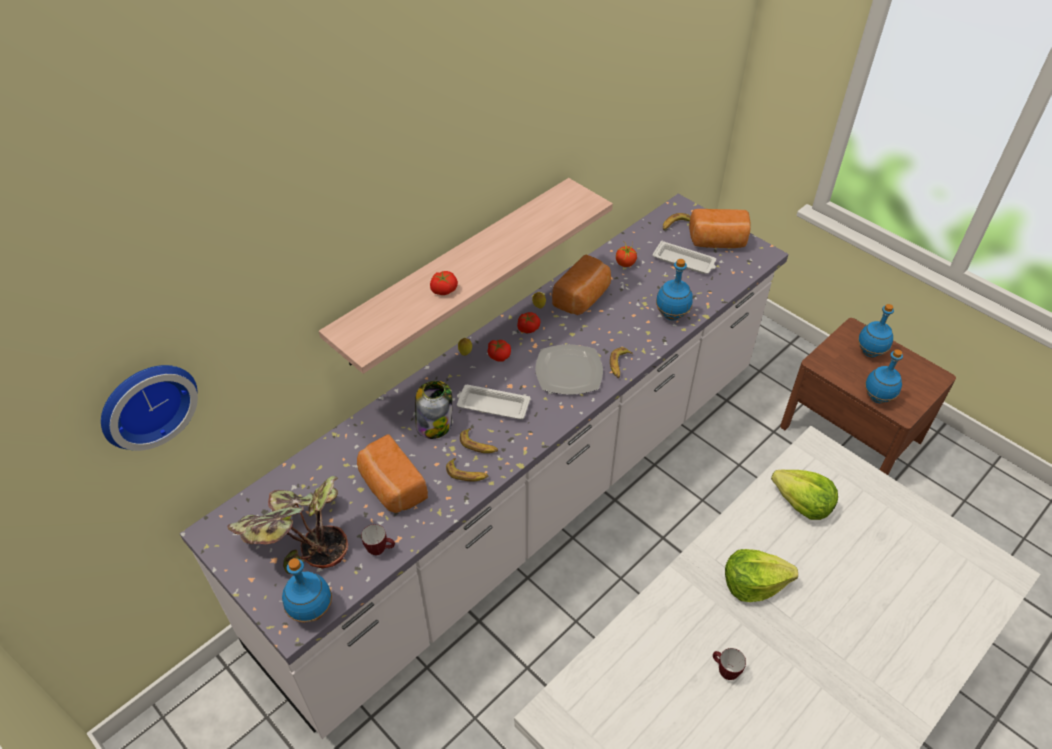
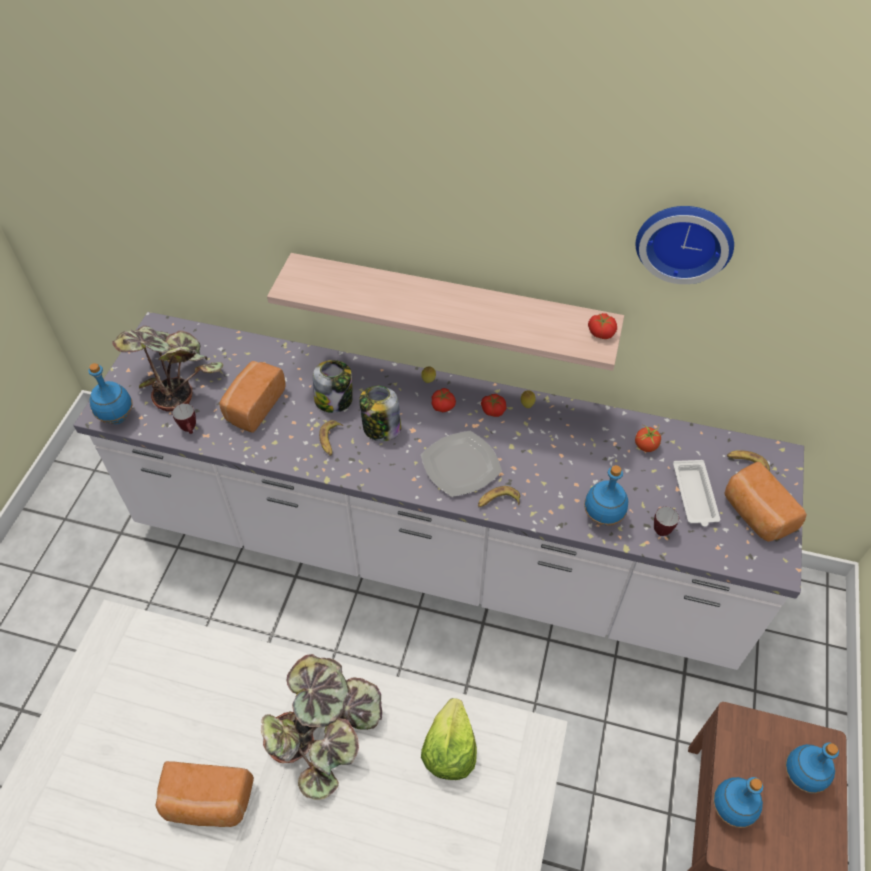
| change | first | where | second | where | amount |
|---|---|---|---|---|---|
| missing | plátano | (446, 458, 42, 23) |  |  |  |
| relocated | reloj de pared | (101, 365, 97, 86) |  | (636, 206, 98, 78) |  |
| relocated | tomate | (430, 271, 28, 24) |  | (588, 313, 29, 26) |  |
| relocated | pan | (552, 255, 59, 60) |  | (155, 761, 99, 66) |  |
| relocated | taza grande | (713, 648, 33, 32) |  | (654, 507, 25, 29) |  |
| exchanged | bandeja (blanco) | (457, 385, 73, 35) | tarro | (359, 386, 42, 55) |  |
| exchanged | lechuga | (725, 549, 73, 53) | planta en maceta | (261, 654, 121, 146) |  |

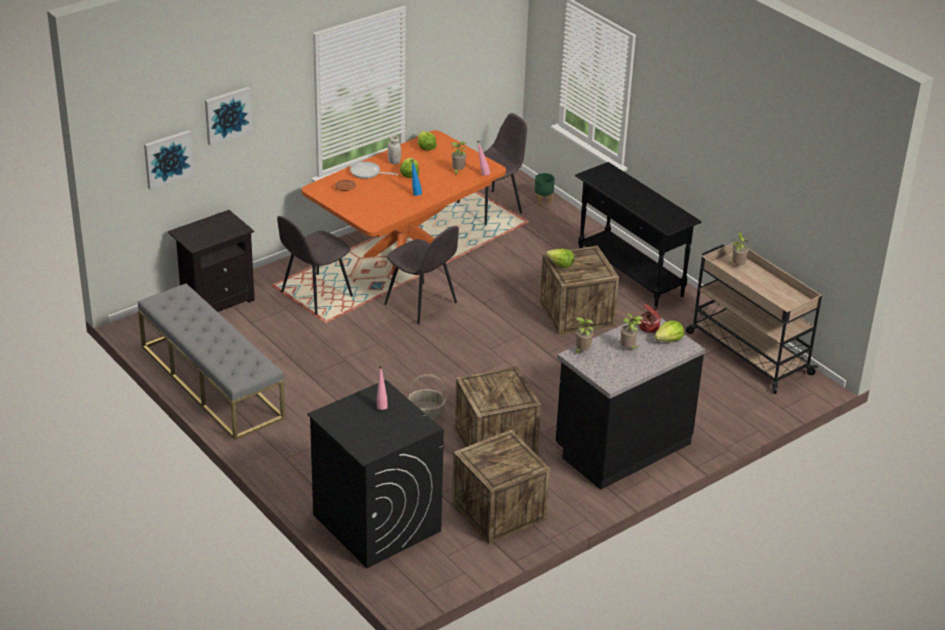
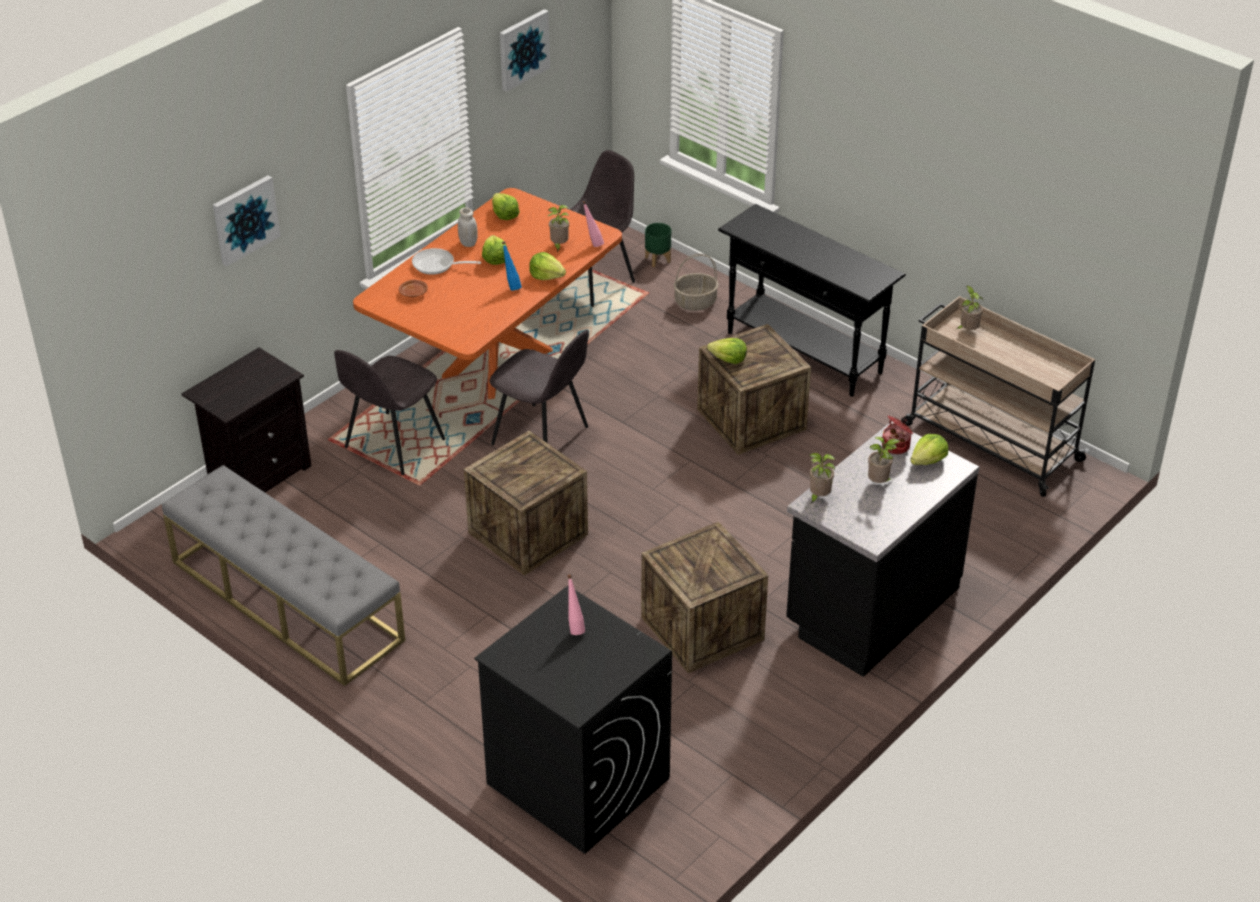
| change | first | where | second | where | amount |
|---|---|---|---|---|---|
| appeared |  |  | lechuga | (529, 252, 37, 28) |  |
| relocated | cuadro | (144, 130, 50, 60) |  | (500, 9, 50, 83) |  |
| relocated | cesta | (407, 374, 39, 47) |  | (674, 254, 45, 57) |  |
| relocated | caja de embalaje | (452, 430, 98, 114) |  | (464, 431, 124, 145) |  |

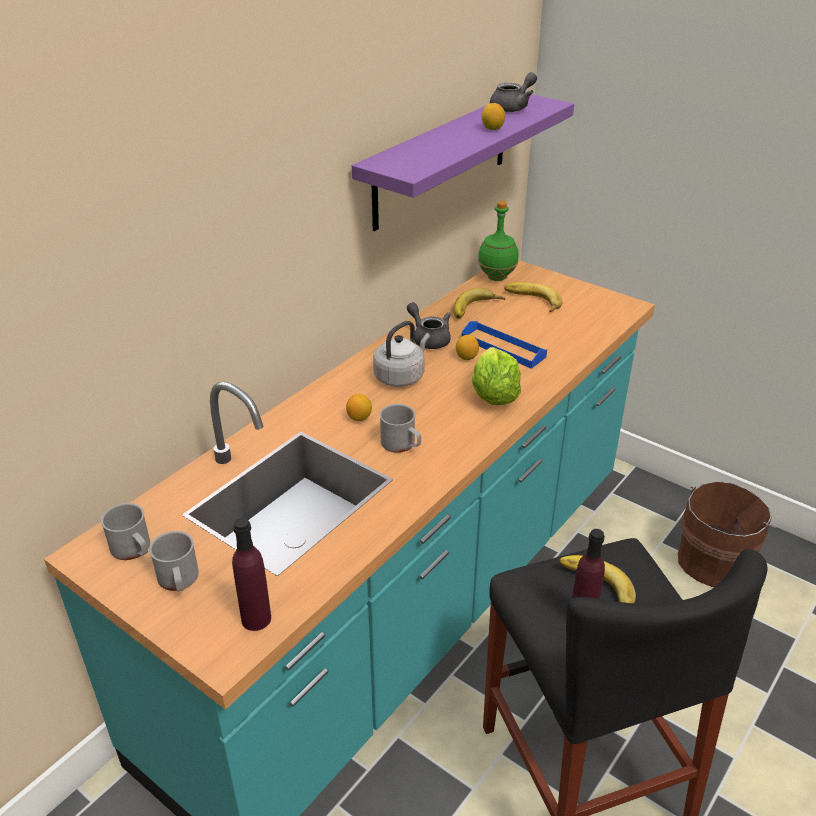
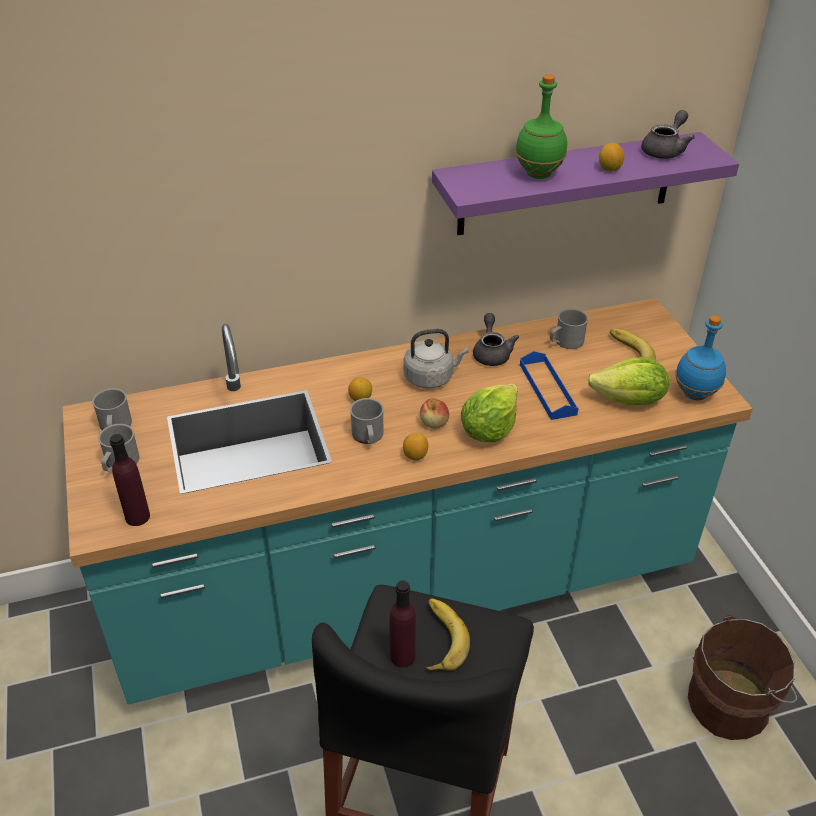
| change | first | where | second | where | amount |
|---|---|---|---|---|---|
| appeared |  |  | manzana | (420, 398, 29, 30) |  |
| appeared |  |  | lechuga | (588, 357, 81, 48) |  |
| appeared |  |  | botella (azul) | (675, 315, 51, 85) |  |
| relocated | limón | (456, 335, 23, 25) |  | (403, 433, 25, 27) |  |
| relocated | botella (verde) | (478, 201, 41, 80) |  | (515, 74, 52, 105) |  |
| exchanged | plátano | (453, 288, 52, 31) | taza grande (gris) | (550, 309, 38, 40) |  |
| spun | tetera (gris) | (490, 72, 47, 40) |  | (641, 110, 54, 49) | 45 degrees counterclockwise |

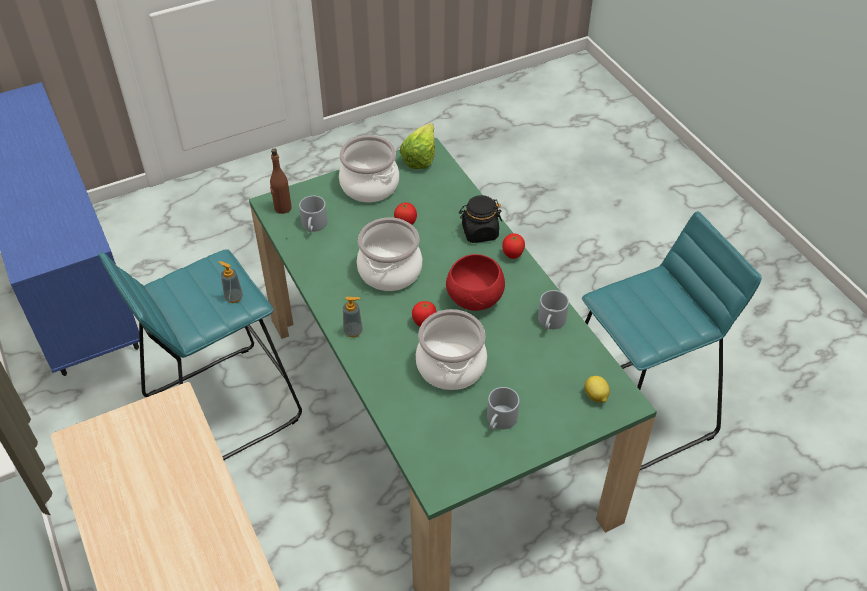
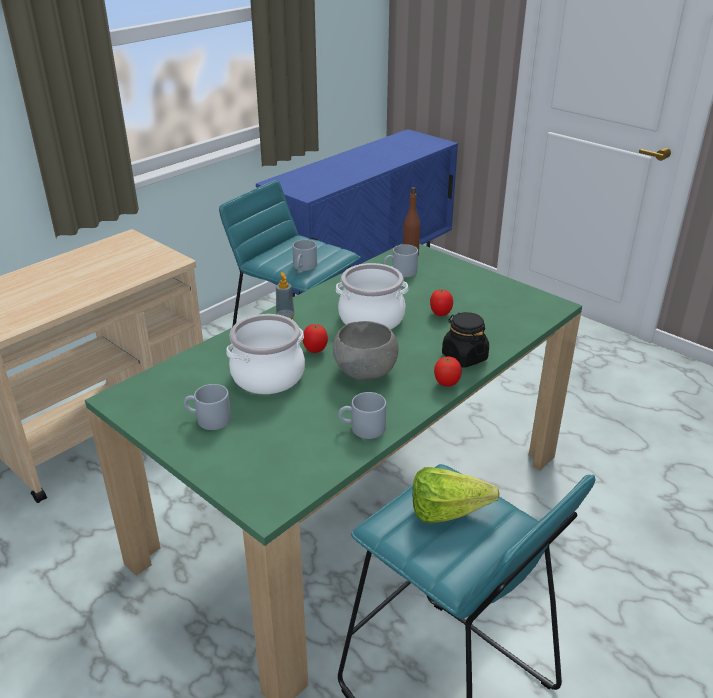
| change | first | where | second | where | amount |
|---|---|---|---|---|---|
| missing | olla | (339, 135, 60, 67) |  |  |  |
| missing | limón | (585, 376, 25, 27) |  |  |  |
| relocated | lechuga | (399, 123, 36, 46) |  | (413, 467, 87, 56) |  |
| exchanged | dispensador de jabón | (219, 261, 24, 42) | taza grande (gris) | (293, 240, 24, 31) |  |
| colour | cuenco (rojo) | (446, 254, 59, 57) | cuenco (gris) | (333, 321, 66, 59) |  |

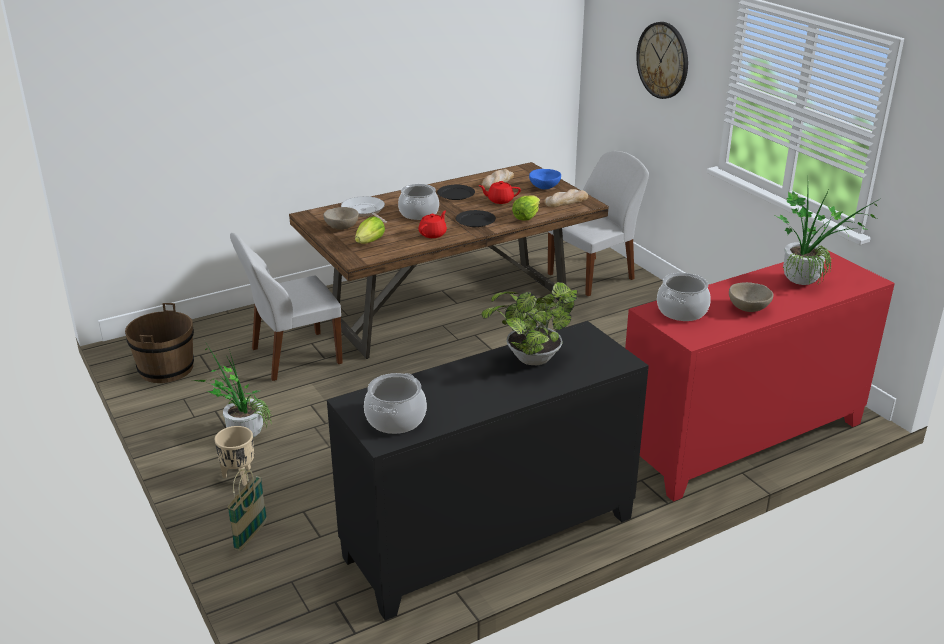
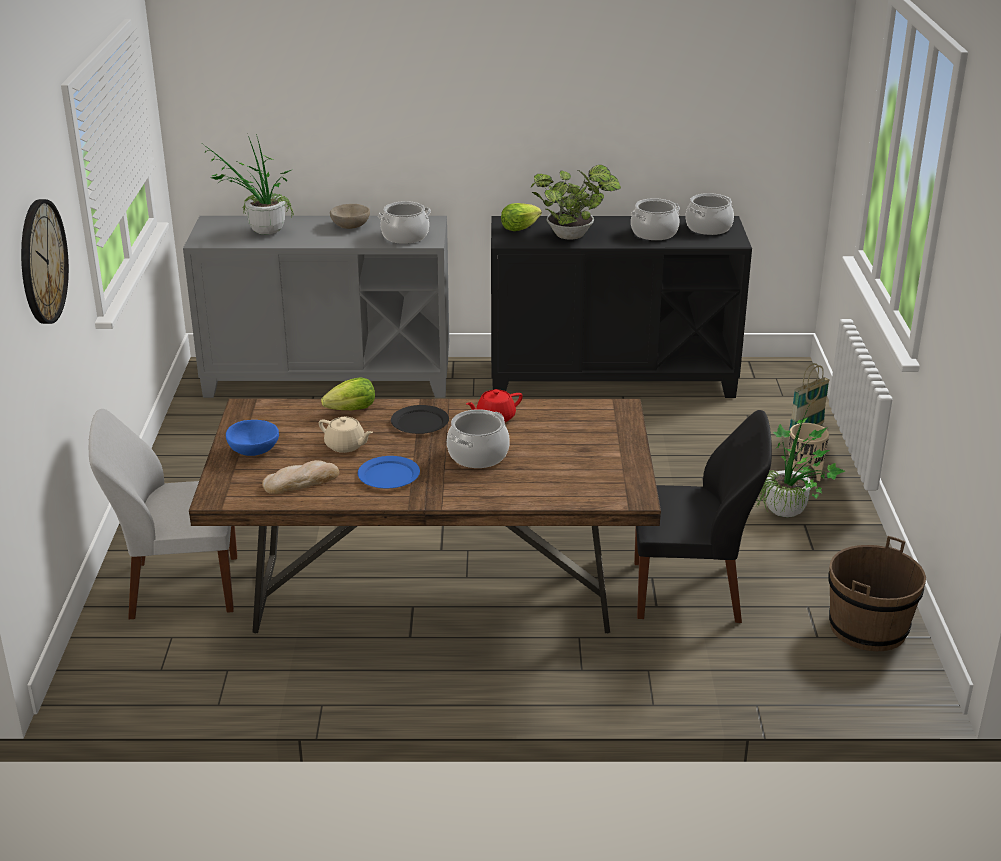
| change | first | where | second | where | amount |
|---|---|---|---|---|---|
| missing | cuenco (beis) | (323, 207, 36, 23) |  |  |  |
| missing | sartén | (341, 196, 46, 27) |  |  |  |
| missing | pan | (544, 189, 44, 18) |  |  |  |
| appeared |  |  | olla | (631, 198, 49, 42) |  |
| relocated | lechuga | (355, 216, 30, 27) |  | (501, 203, 41, 28) |  |
| colour | silla (blanco) | (230, 233, 113, 148) | silla (negro) | (634, 410, 138, 213) |  |
| colour | plato (negro) | (437, 185, 38, 15) | plato (azul) | (358, 456, 62, 32) |  |
| colour | tetera (rojo) | (478, 181, 43, 23) | tetera (beis) | (319, 417, 54, 36) |  |
| colour | armario (rojo) | (625, 251, 270, 251) | armario (gris) | (183, 216, 266, 182) |  |

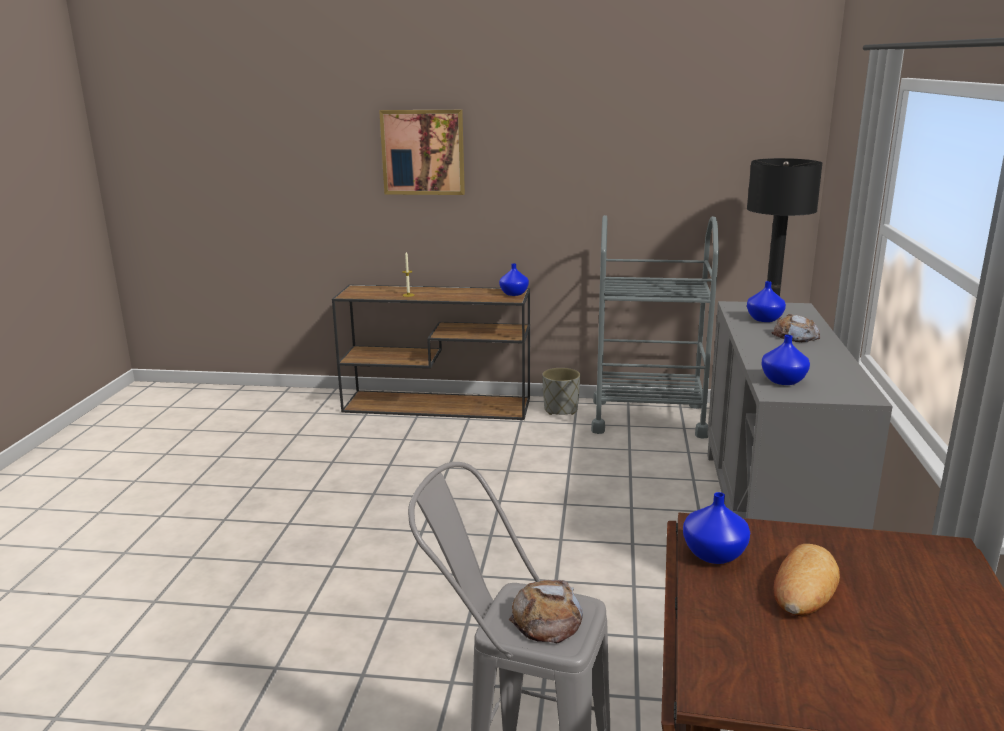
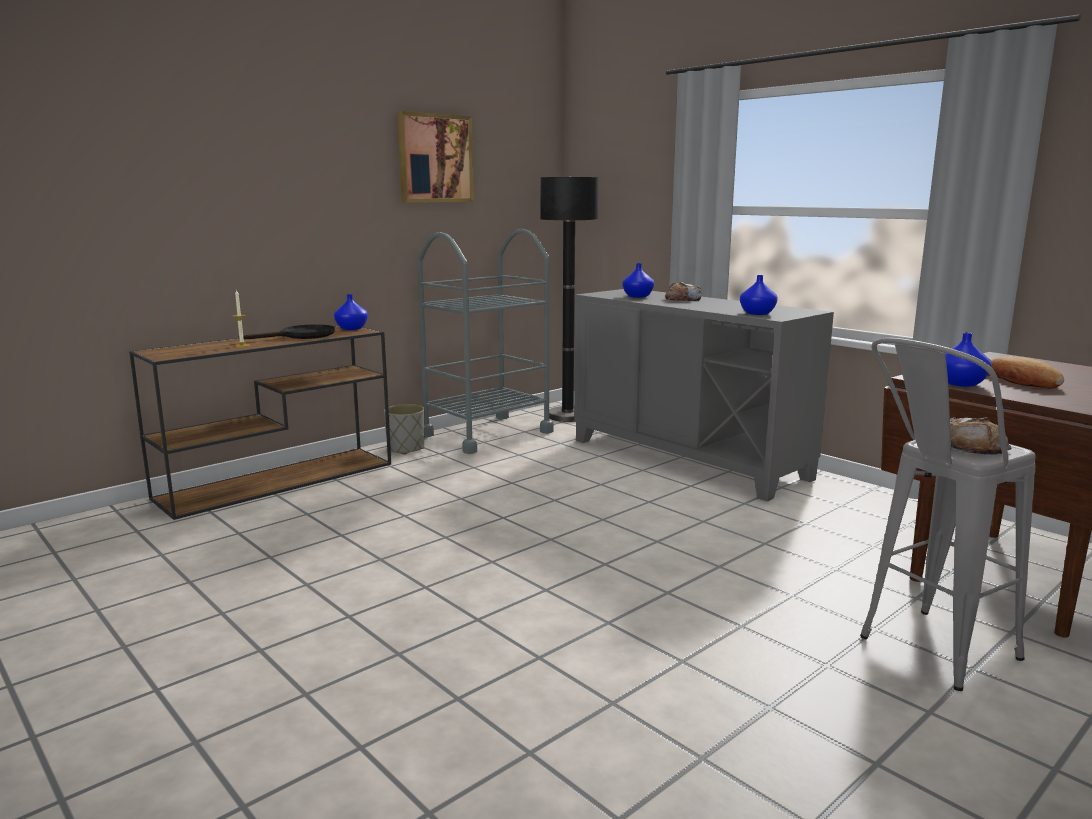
| change | first | where | second | where | amount |
|---|---|---|---|---|---|
| appeared |  |  | sartén (negro) | (238, 324, 97, 15) |  |
| relocated | cuadro | (379, 110, 86, 85) |  | (398, 111, 76, 92) |  |

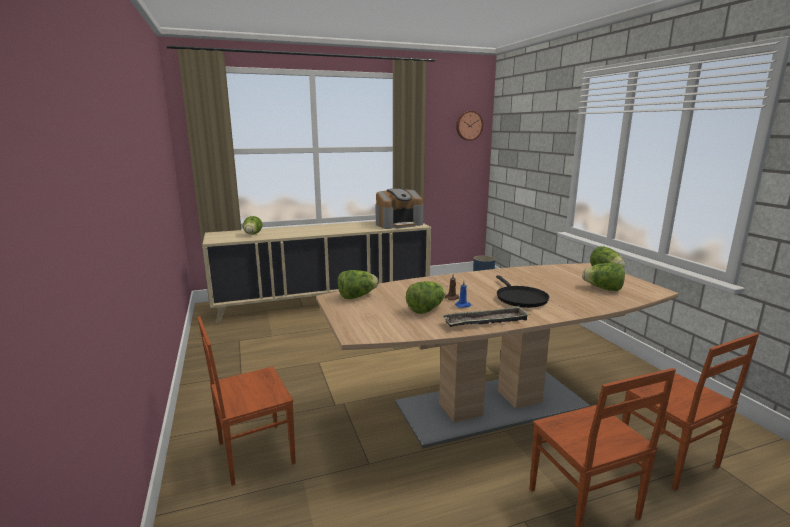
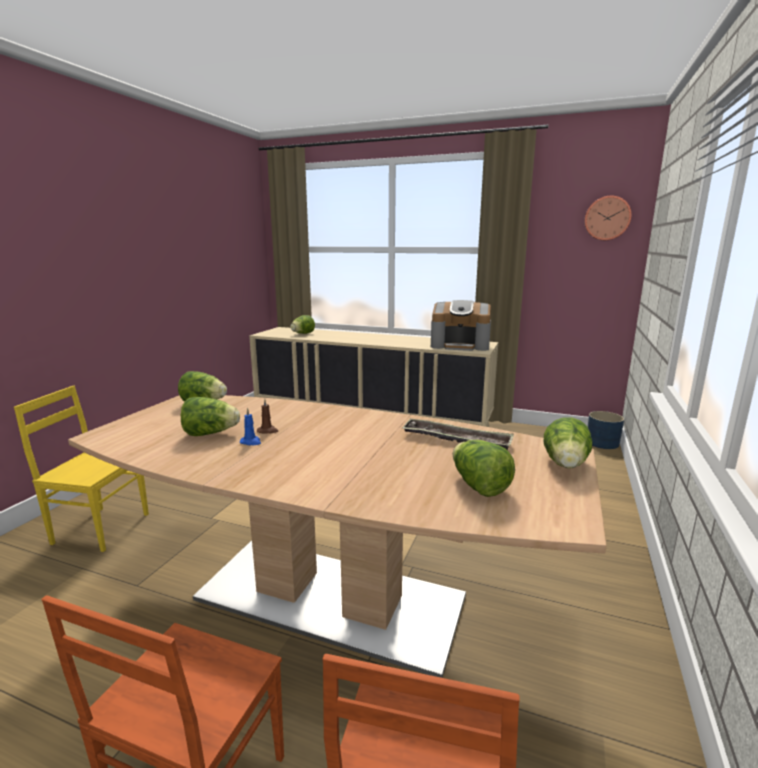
| change | first | where | second | where | amount |
|---|---|---|---|---|---|
| missing | sartén (negro) | (496, 275, 54, 33) |  |  |  |
| relocated | bandeja | (442, 306, 88, 21) |  | (402, 419, 112, 31) |  |
| colour | silla (marrón) | (197, 316, 99, 170) | silla (amarillo) | (14, 386, 135, 166) |  |

